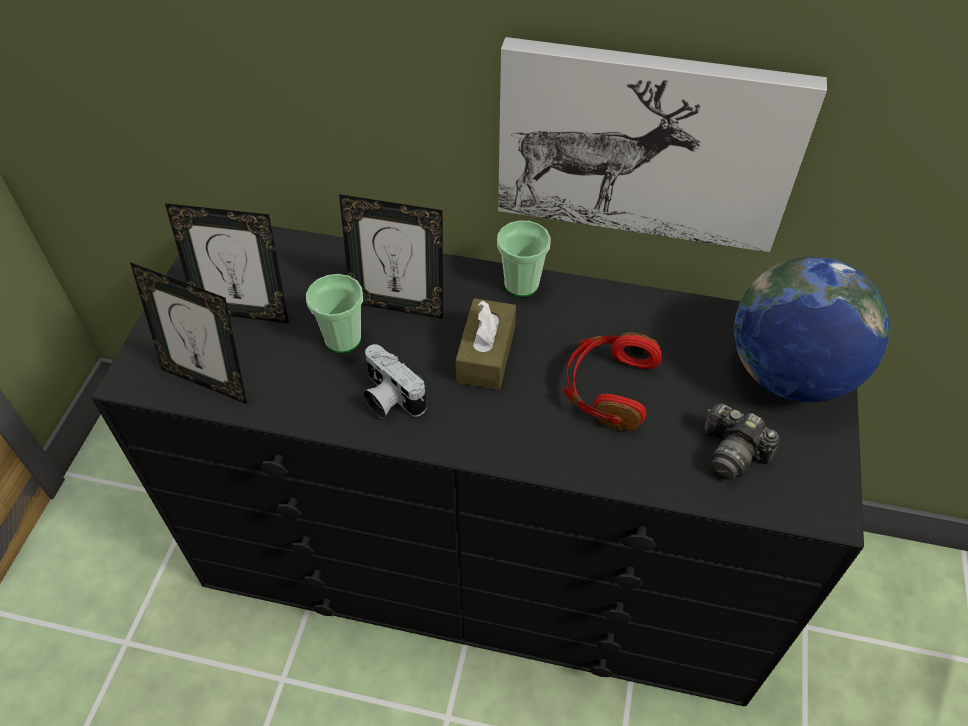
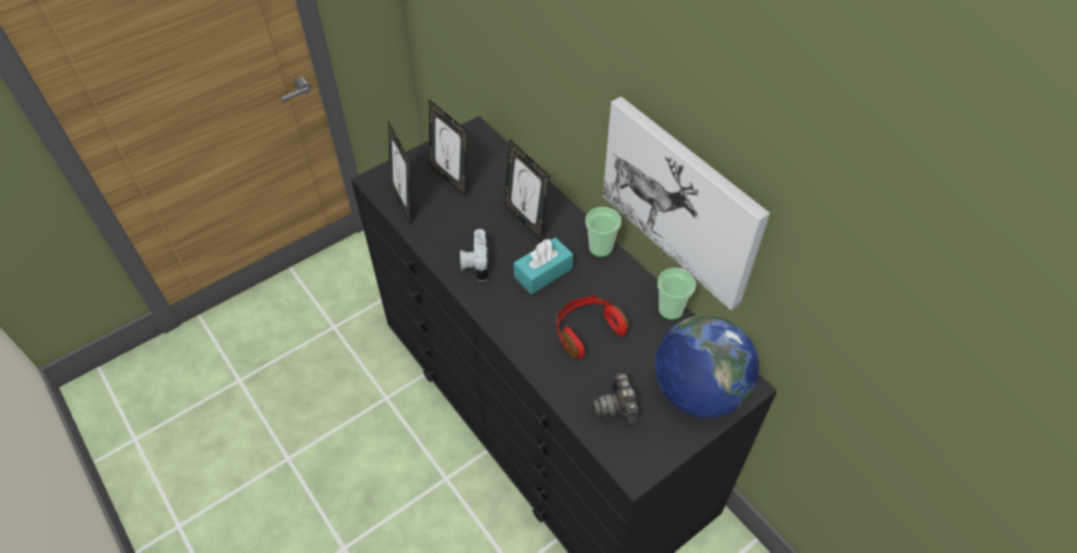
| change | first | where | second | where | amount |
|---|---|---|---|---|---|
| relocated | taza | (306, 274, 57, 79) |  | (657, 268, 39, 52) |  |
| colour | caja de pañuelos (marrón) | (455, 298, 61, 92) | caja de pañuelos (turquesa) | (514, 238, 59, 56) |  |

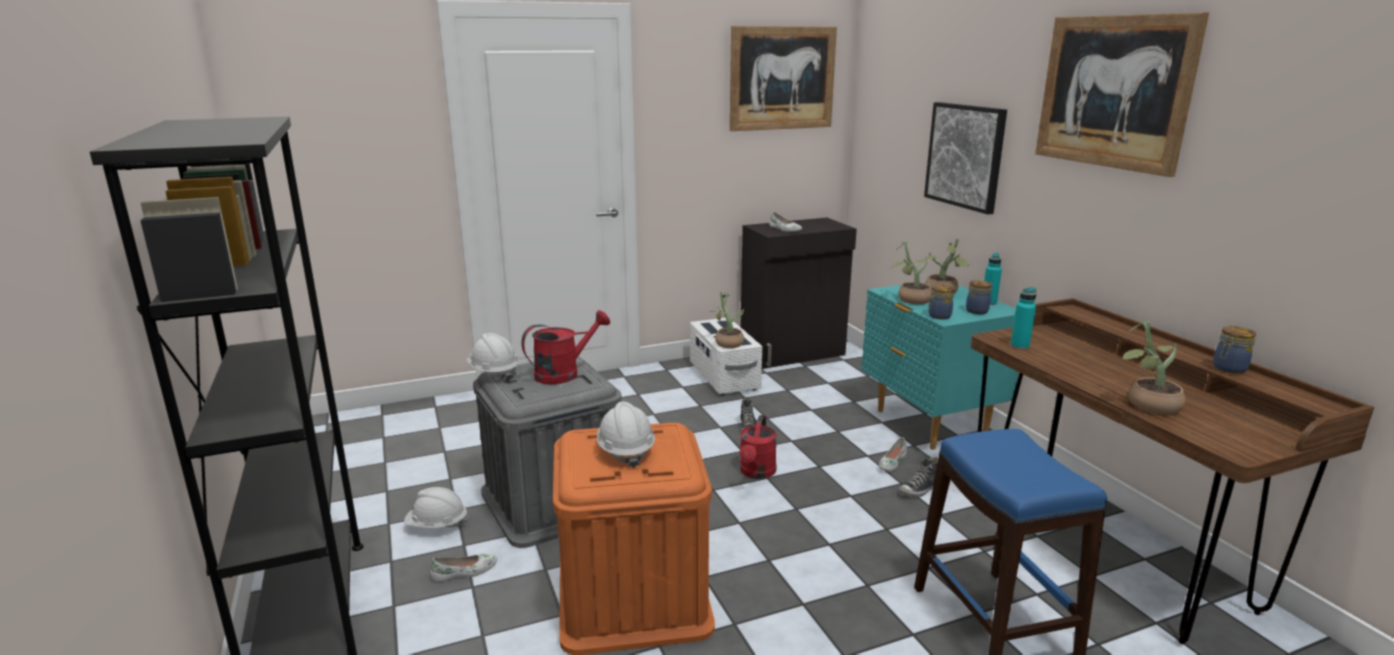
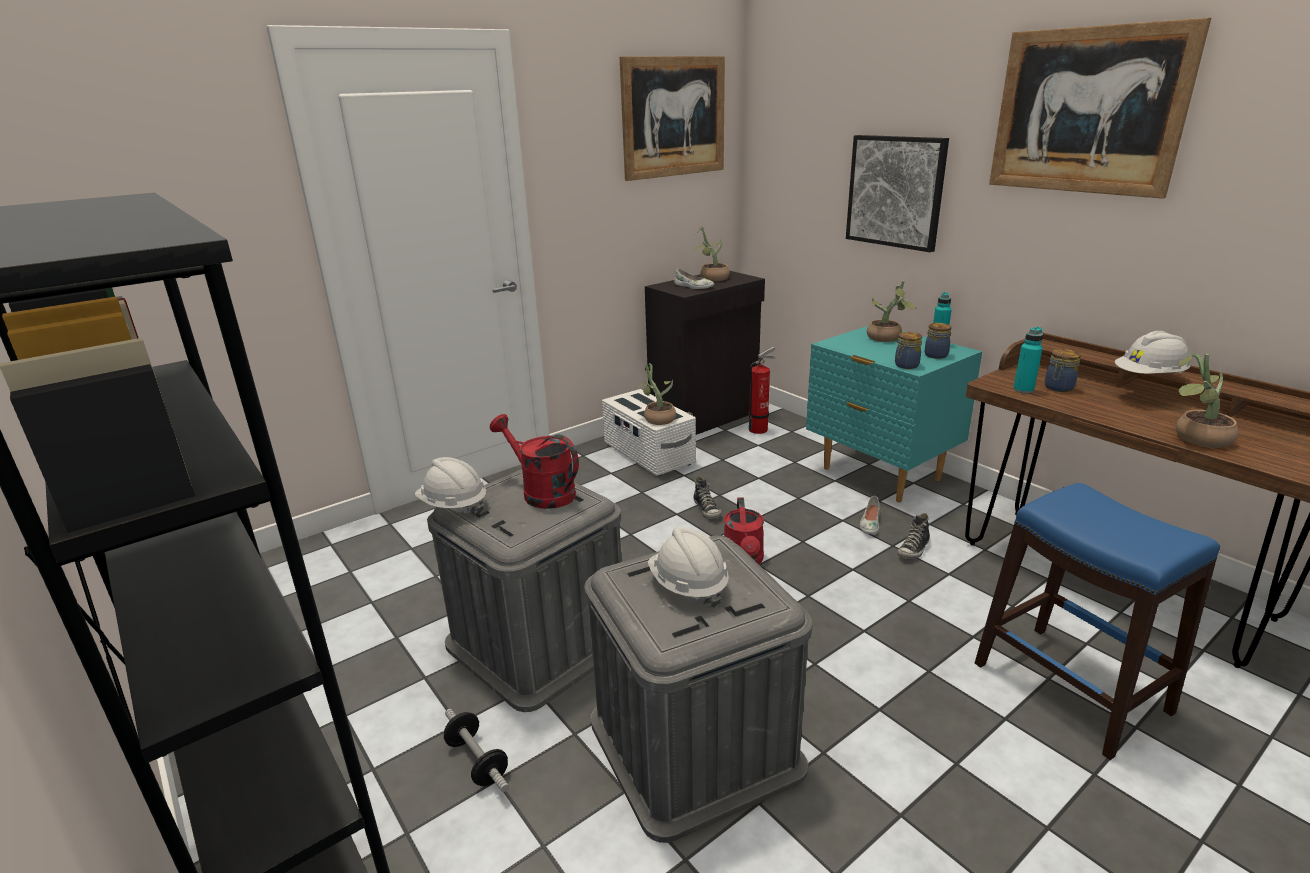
| change | first | where | second | where | amount |
|---|---|---|---|---|---|
| appeared |  |  | extintor | (749, 347, 26, 87) |  |
| relocated | casco (blanco) | (404, 487, 64, 41) |  | (1115, 331, 76, 43) |  |
| relocated | planta en maceta | (891, 242, 41, 63) |  | (693, 227, 37, 54) |  |
| relocated | tarro | (1213, 326, 43, 48) |  | (1045, 349, 36, 43) |  |
| exchanged | zapato (blanco) | (431, 554, 66, 28) | mancuerna | (444, 709, 65, 83) |  |
| colour | caja de almacenaje (naranja) | (553, 423, 162, 232) | caja de almacenaje (gris) | (584, 536, 229, 307) |  |
| spun | regadera (rojo) | (522, 310, 88, 74) |  | (490, 414, 89, 95) | 90 degrees counterclockwise |

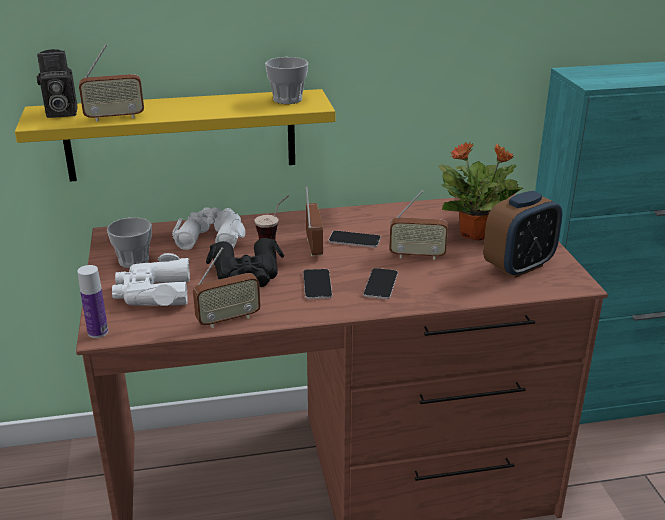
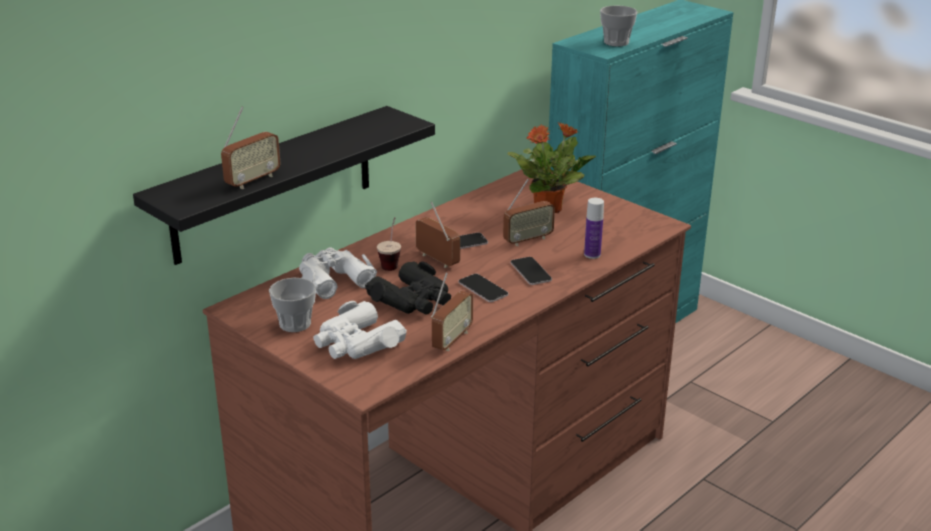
| change | first | where | second | where | amount |
|---|---|---|---|---|---|
| missing | cámara | (37, 49, 40, 69) |  |  |  |
| missing | despertador | (483, 191, 80, 87) |  |  |  |
| relocated | botella | (77, 265, 31, 73) |  | (584, 198, 20, 61) |  |
| relocated | taza | (265, 57, 43, 47) |  | (600, 5, 38, 42) |  |
| colour | estante (amarillo) | (15, 89, 320, 93) | estante (negro) | (133, 106, 302, 159) |  |

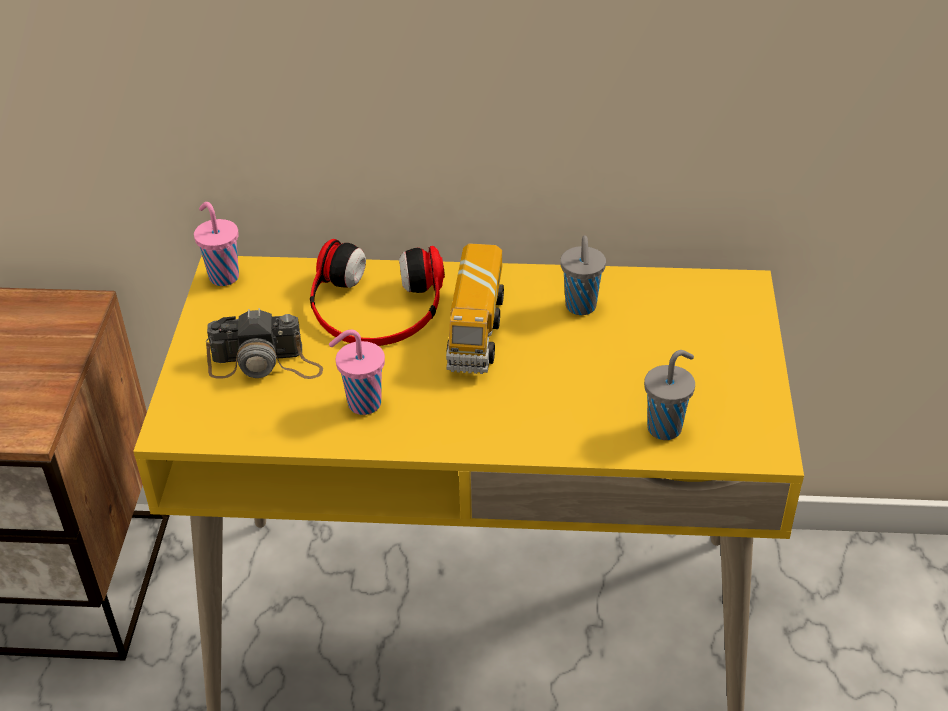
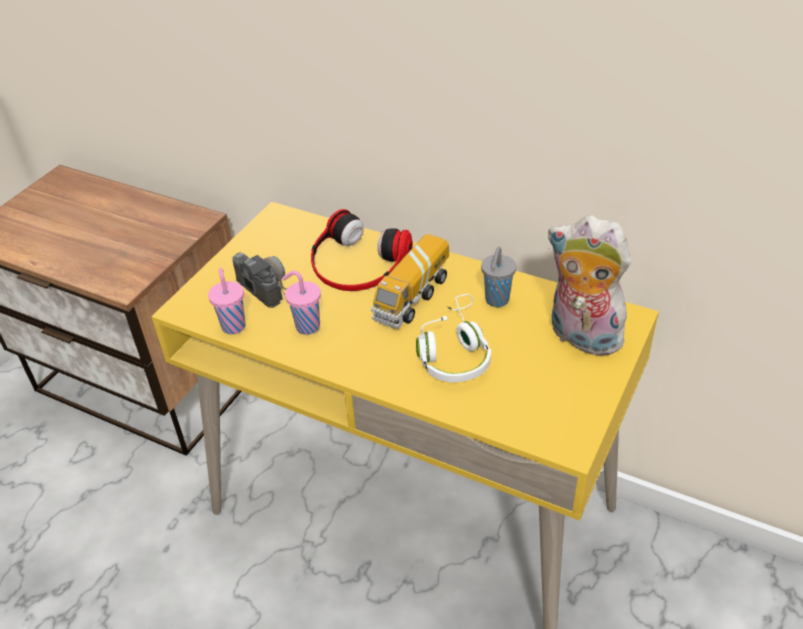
| change | first | where | second | where | amount |
|---|---|---|---|---|---|
| missing | taza (gris) | (644, 350, 51, 90) |  |  |  |
| appeared |  |  | auriculares (blanco) | (416, 294, 75, 88) |  |
| appeared |  |  | peluche | (547, 215, 84, 142) |  |
| relocated | taza (rosa) | (194, 202, 45, 84) |  | (208, 268, 37, 66) |  |
| spun | cámara | (206, 308, 117, 71) |  | (232, 253, 55, 55) | 150 degrees counterclockwise |

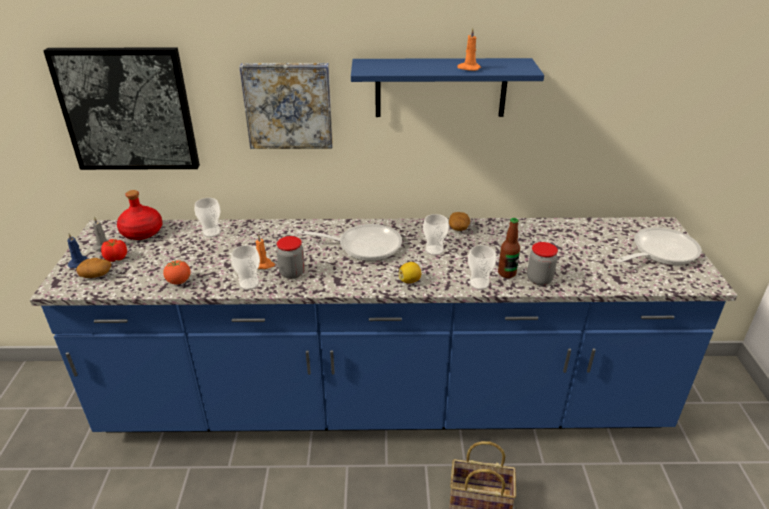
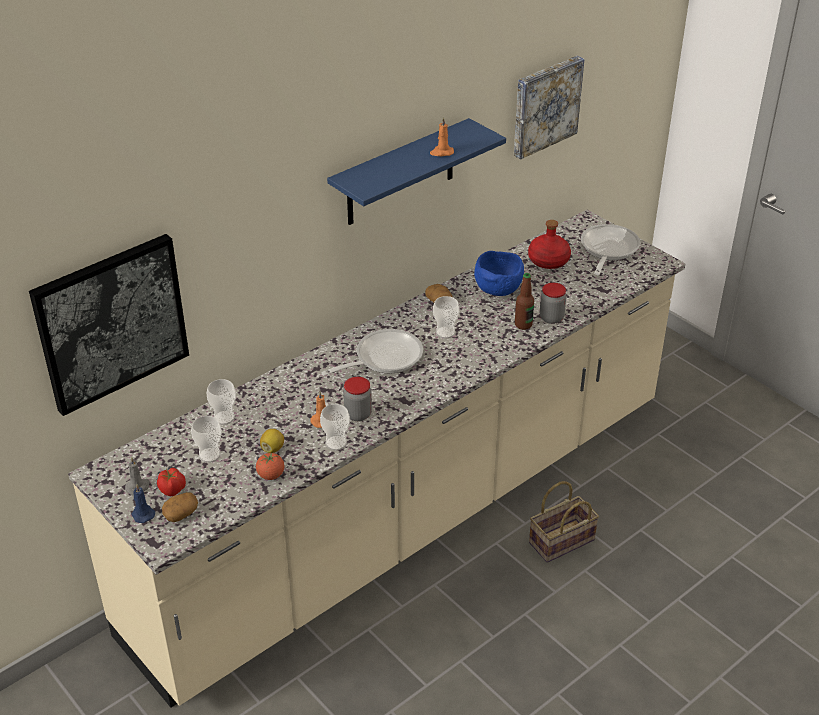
| change | first | where | second | where | amount |
|---|---|---|---|---|---|
| appeared |  |  | cuenco (azul) | (474, 251, 50, 45) |  |
| relocated | botella (rojo) | (117, 190, 46, 50) |  | (528, 220, 43, 49) |  |
| relocated | cuadro | (239, 63, 94, 86) |  | (514, 56, 70, 103) |  |
| relocated | limón | (399, 262, 22, 21) |  | (260, 429, 24, 24) |  |
| relocated | taza | (468, 245, 28, 45) |  | (191, 416, 31, 47) |  |
| colour | mueble bajo de cocina (azul) | (30, 217, 707, 216) | mueble bajo de cocina (beis) | (68, 210, 617, 498) |  |

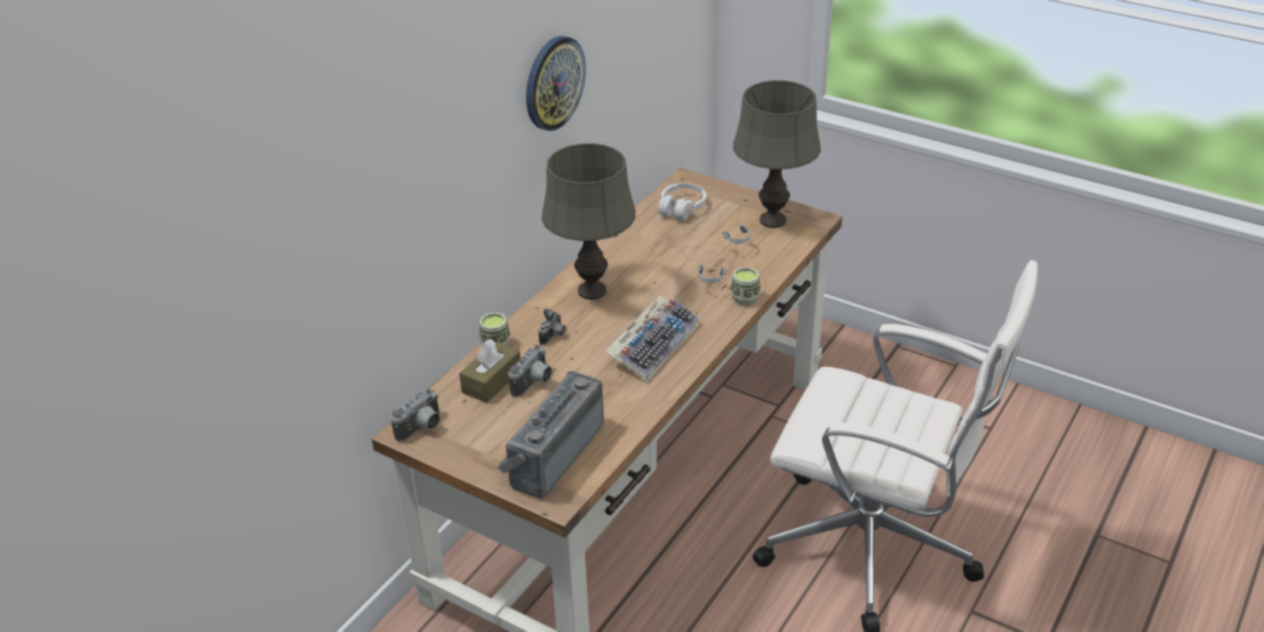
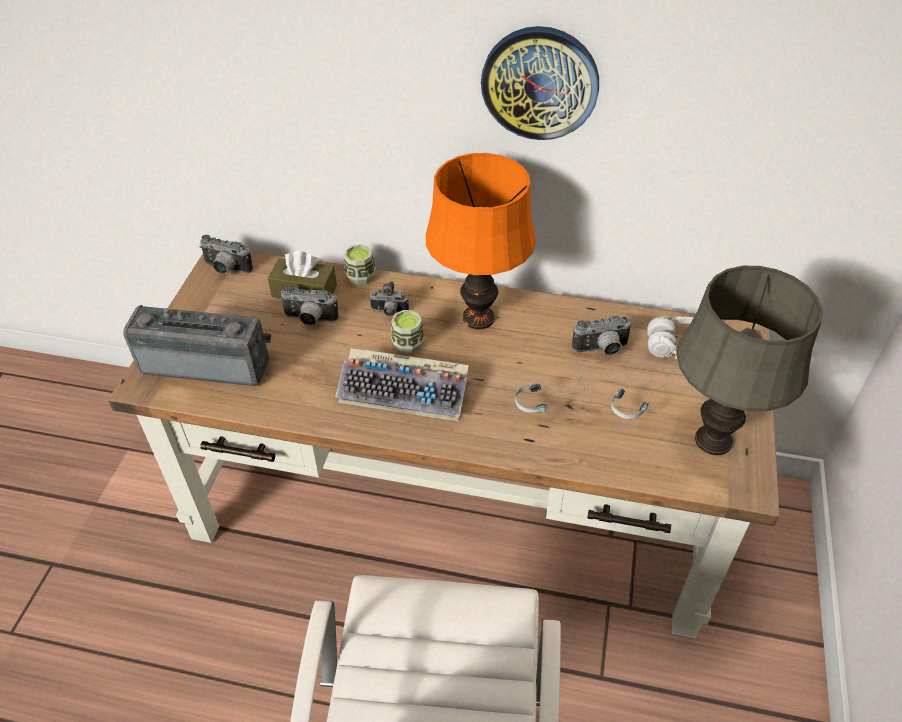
| change | first | where | second | where | amount |
|---|---|---|---|---|---|
| appeared |  |  | cámara | (572, 316, 60, 39) |  |
| relocated | taza | (730, 267, 30, 38) |  | (391, 310, 34, 43) |  |
| colour | lámpara de mesa (gris) | (542, 143, 94, 157) | lámpara de mesa (naranja) | (426, 153, 110, 176) |  |

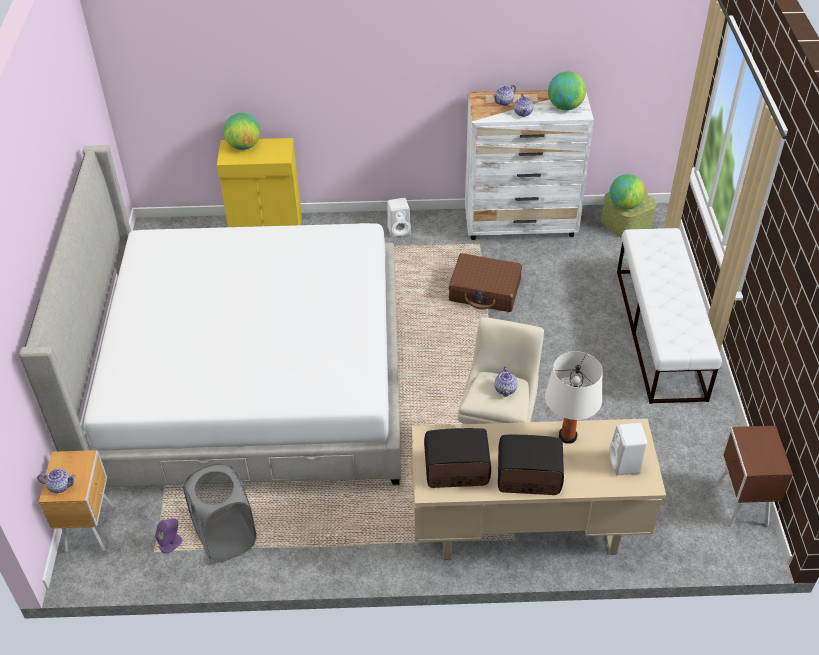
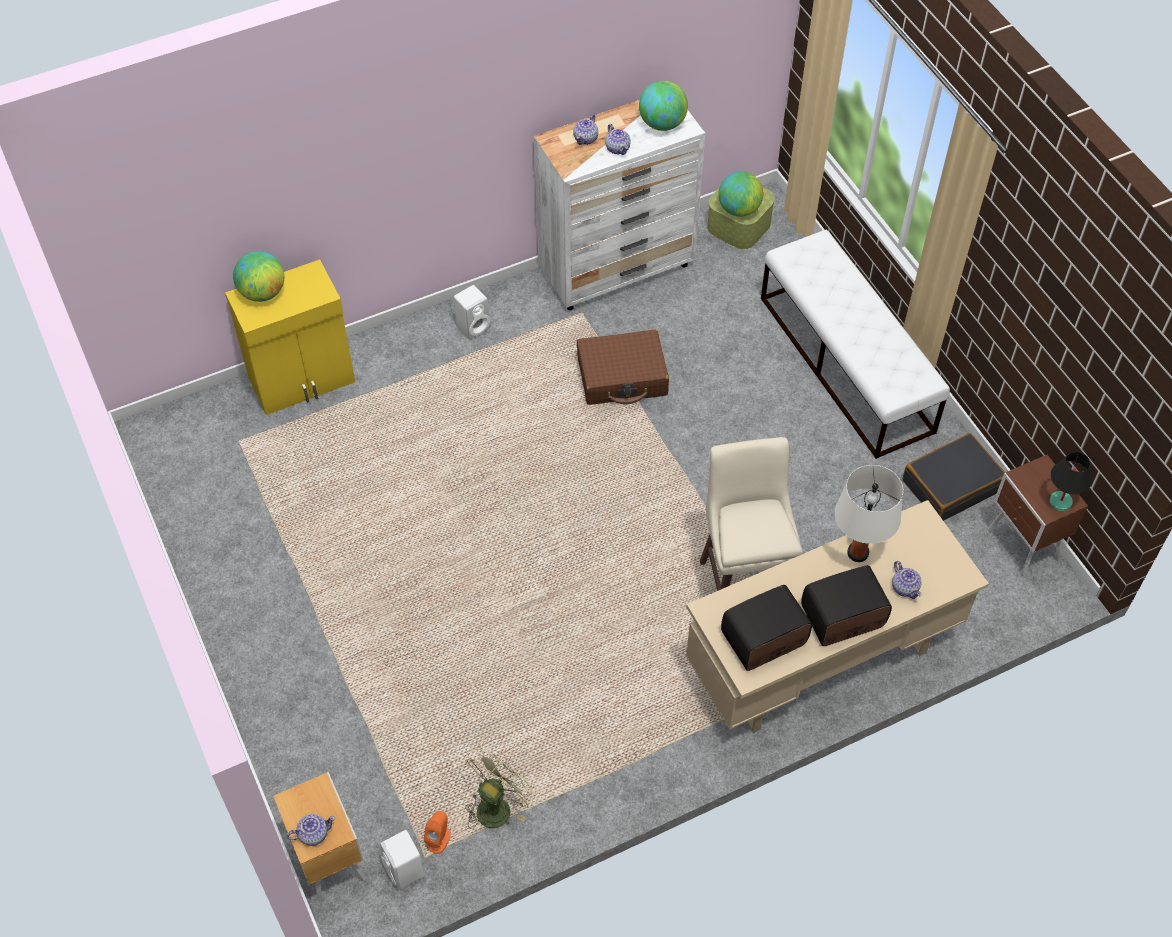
| change | first | where | second | where | amount |
|---|---|---|---|---|---|
| missing | cama | (19, 145, 382, 342) |  |  |  |
| appeared |  |  | maleta (negro) | (903, 433, 102, 88) |  |
| appeared |  |  | lámpara de mesa (negro) | (1050, 452, 42, 59) |  |
| relocated | tetera | (494, 366, 24, 31) |  | (892, 561, 29, 38) |  |
| relocated | altavoz (blanco) | (609, 423, 38, 52) |  | (380, 830, 45, 60) |  |
| exchanged | cesto de la ropa (gris) | (183, 463, 73, 99) | ventilador (verde) | (466, 749, 70, 80) |  |
| colour | altavoz (morado) | (155, 518, 27, 36) | altavoz (naranja) | (424, 811, 27, 43) |  |

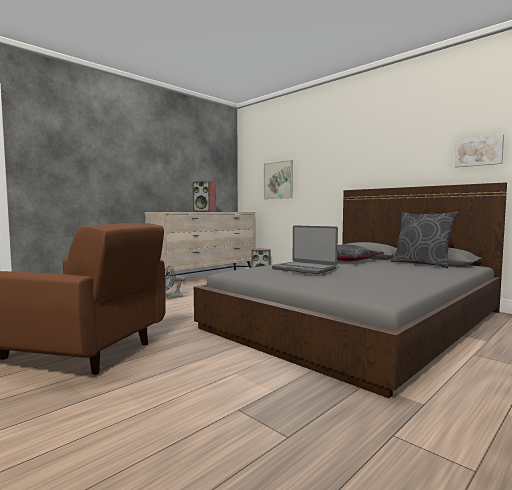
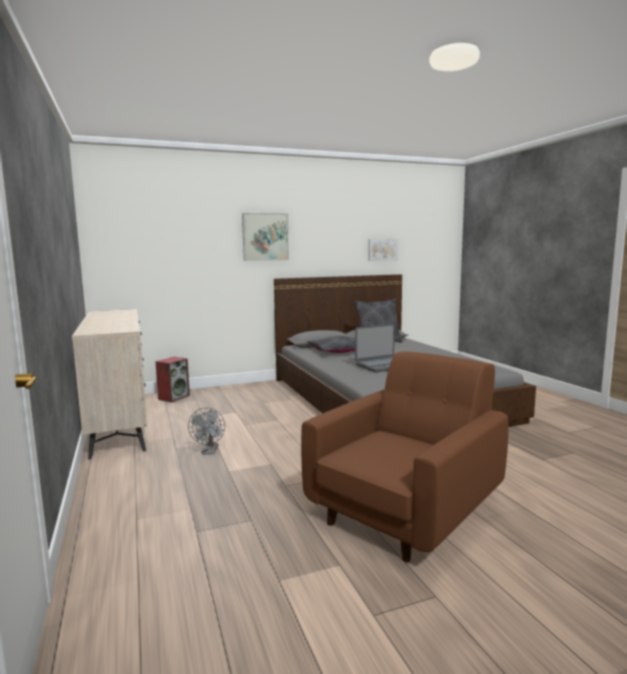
| change | first | where | second | where | amount |
|---|---|---|---|---|---|
| missing | altavoz | (192, 181, 24, 31) |  |  |  |
| relocated | cuadro | (264, 160, 29, 39) |  | (242, 213, 47, 48) |  |

